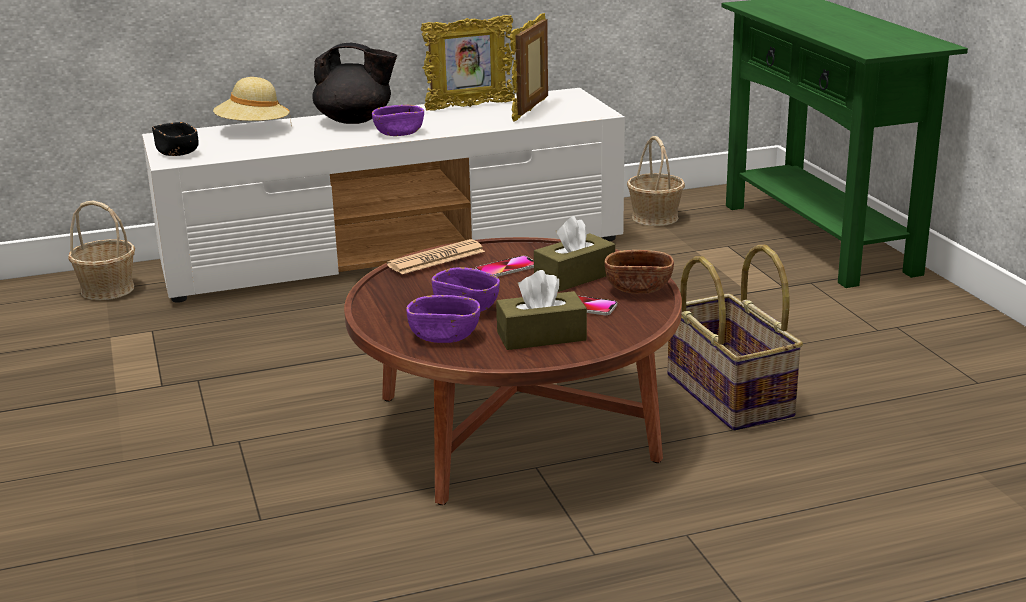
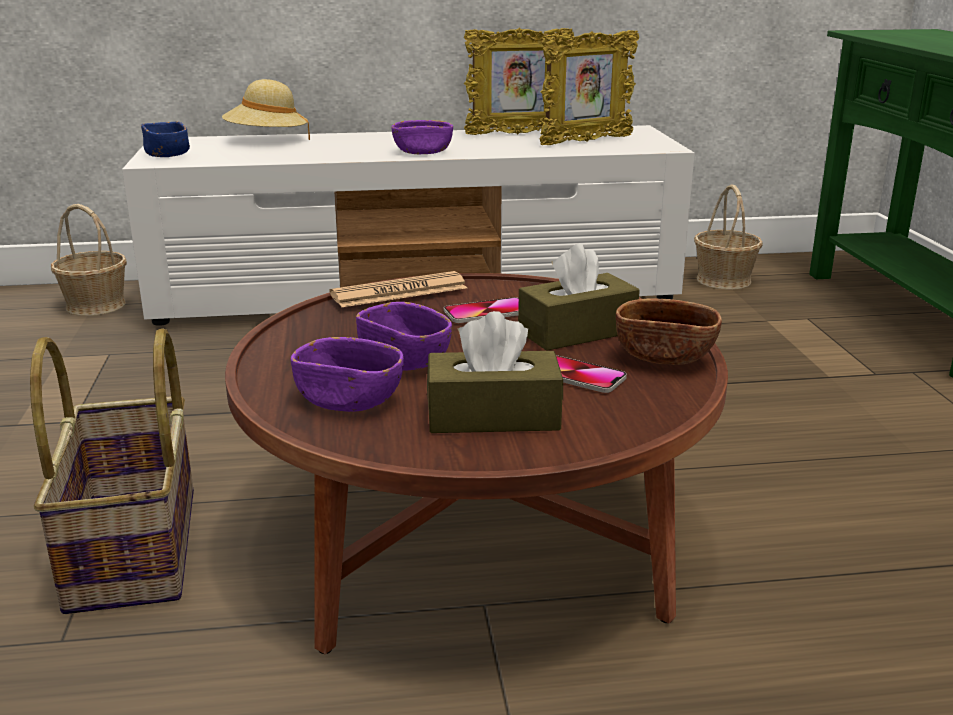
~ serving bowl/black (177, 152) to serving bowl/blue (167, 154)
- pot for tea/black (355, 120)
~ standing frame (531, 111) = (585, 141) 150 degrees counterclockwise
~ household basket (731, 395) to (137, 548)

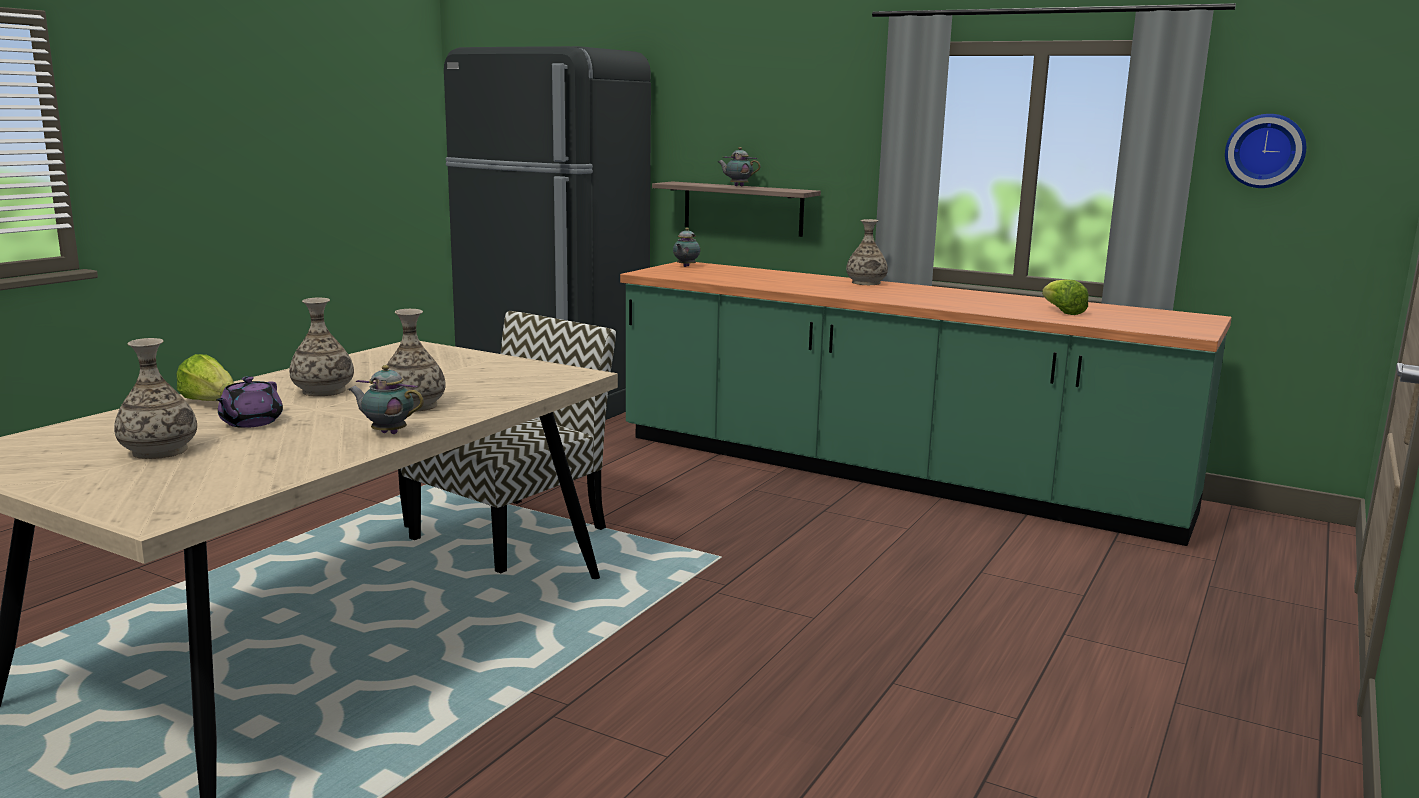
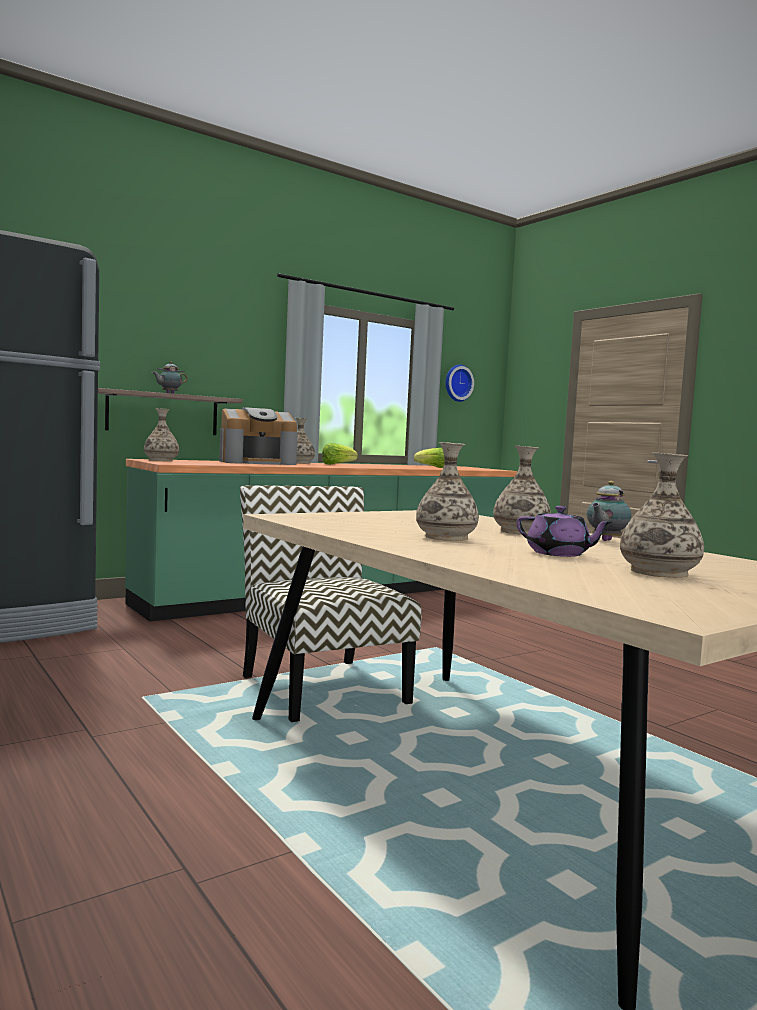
~ lettuce (210, 402) to (337, 464)
~ pot for tea (685, 266) to decorative vase (161, 460)
+ coffee brewer (257, 462)

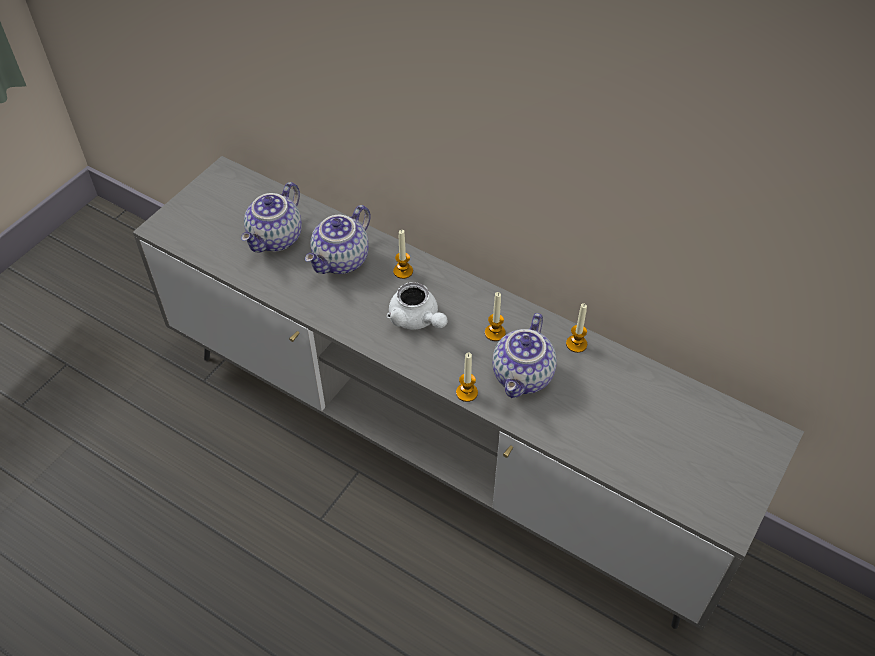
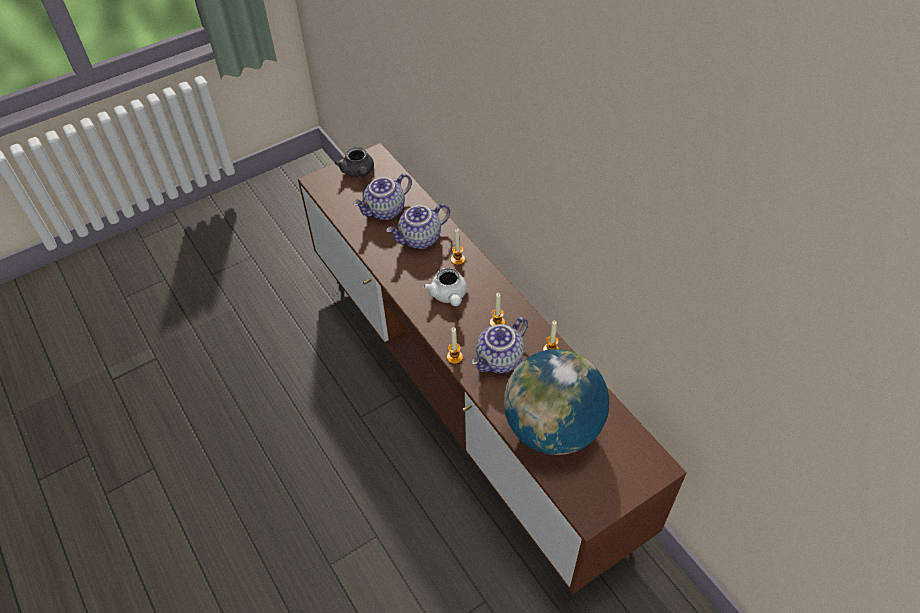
~ tv stand/gray (439, 446) to tv stand/brownish (464, 397)
+ pot for tea/gray (358, 172)
+ world globe (552, 428)

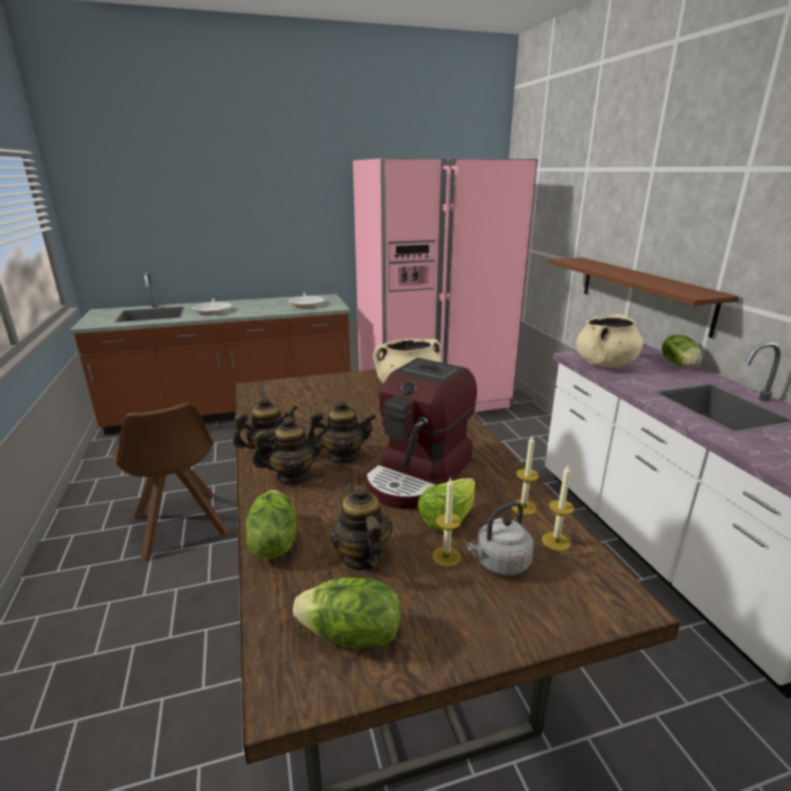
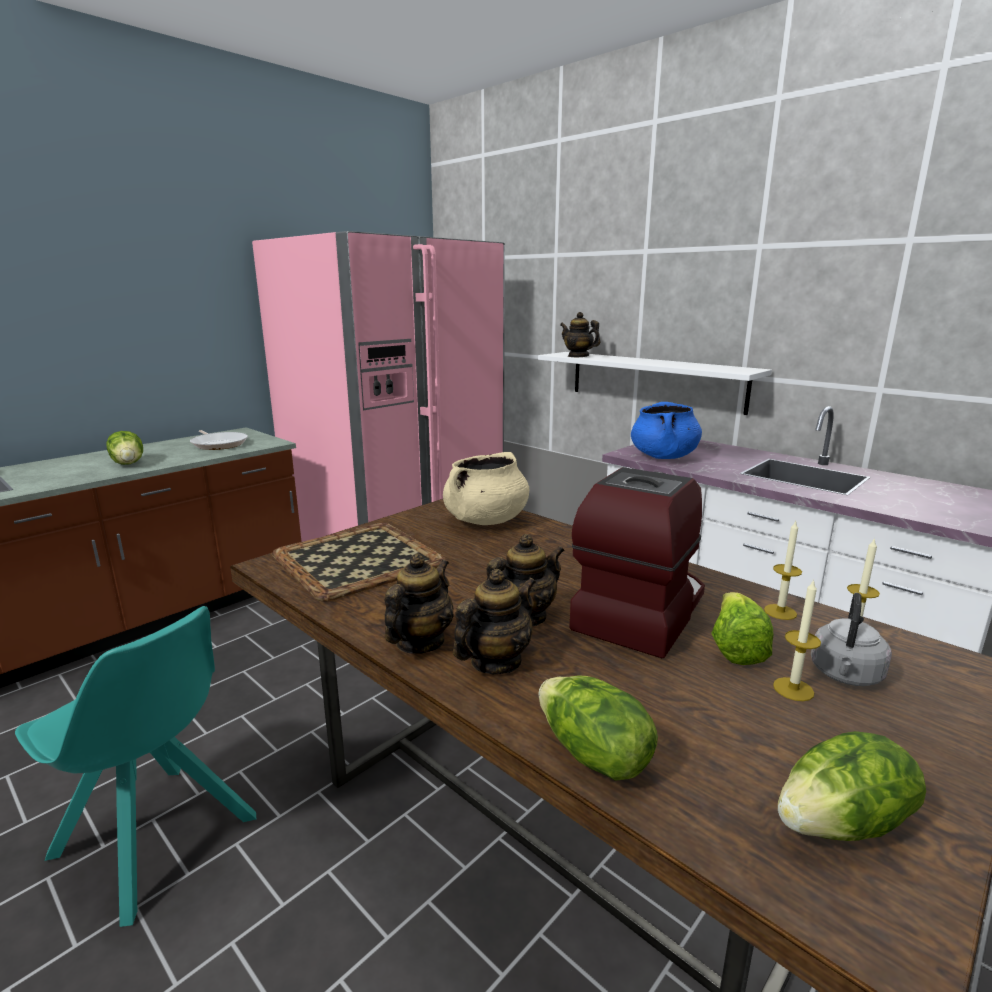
~ plain chair/brownish (181, 527) to plain chair/turquoise-coloured (158, 839)
- frying pan (213, 310)
~ pot for tea (362, 557) to (578, 356)
~ coffee brewer (419, 475) = (638, 611) 150 degrees counterclockwise
~ wall shelf/brownish (642, 293) to wall shelf/white (654, 381)
~ cooking pot/beige (605, 364) to cooking pot/blue (663, 456)
~ lettuce (679, 364) to (129, 463)
+ tray (359, 560)

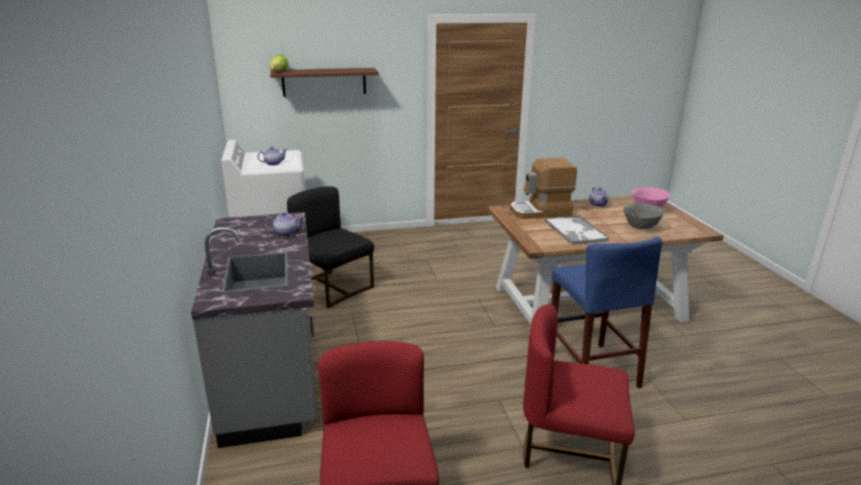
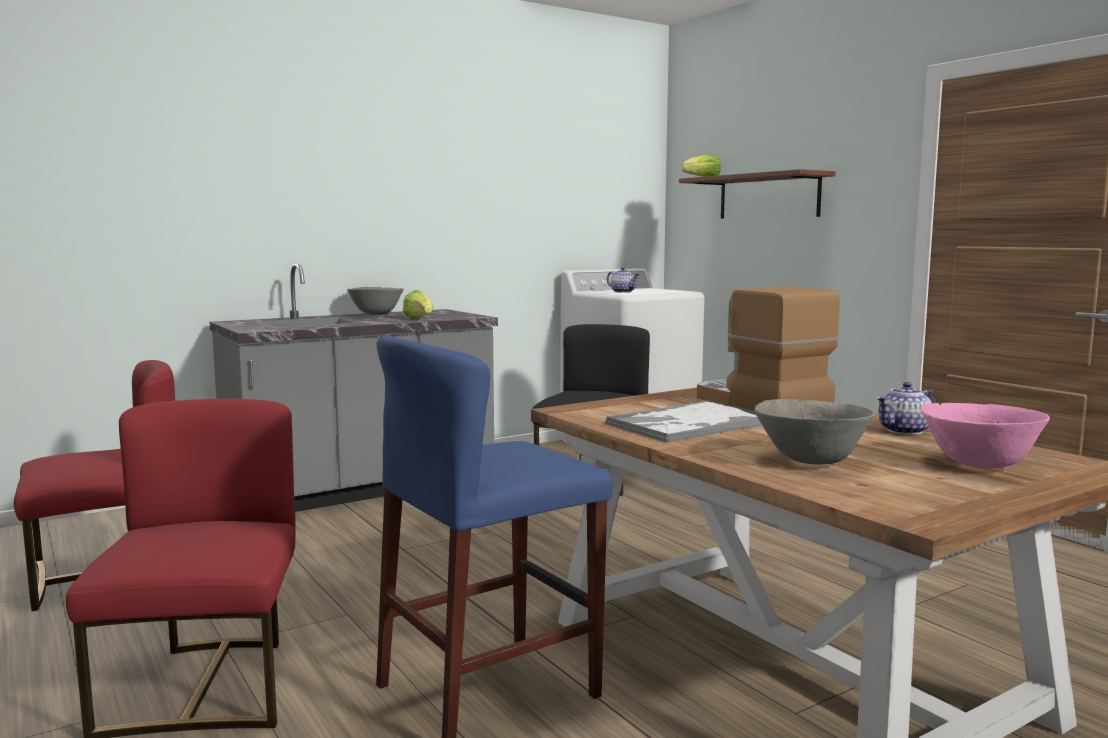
~ pot for tea (285, 233) to lettuce (419, 319)
+ serving bowl/gray (376, 314)

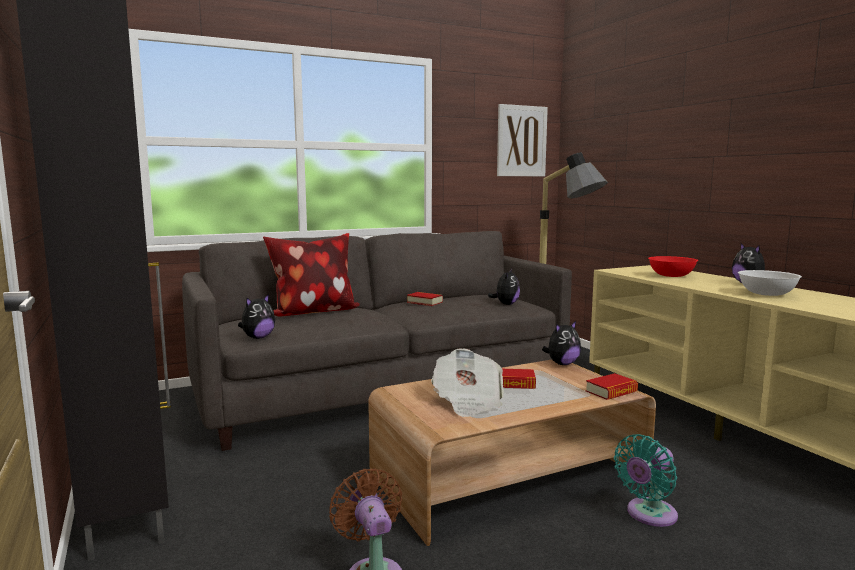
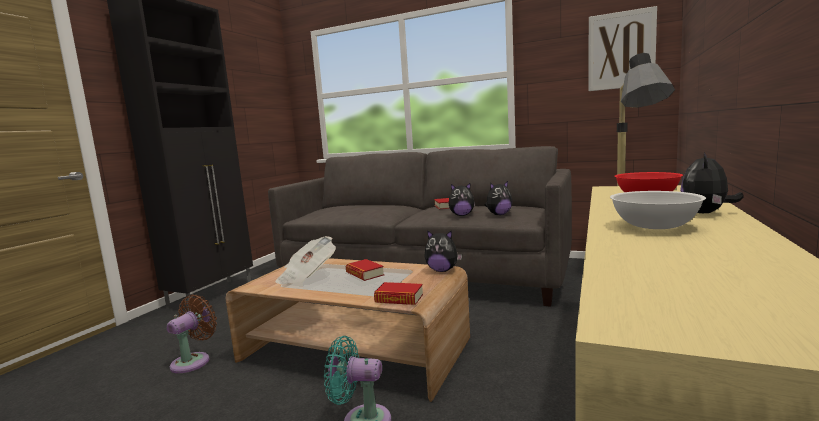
~ cuddly toy (258, 337) to (461, 215)
- throw pillow (313, 312)

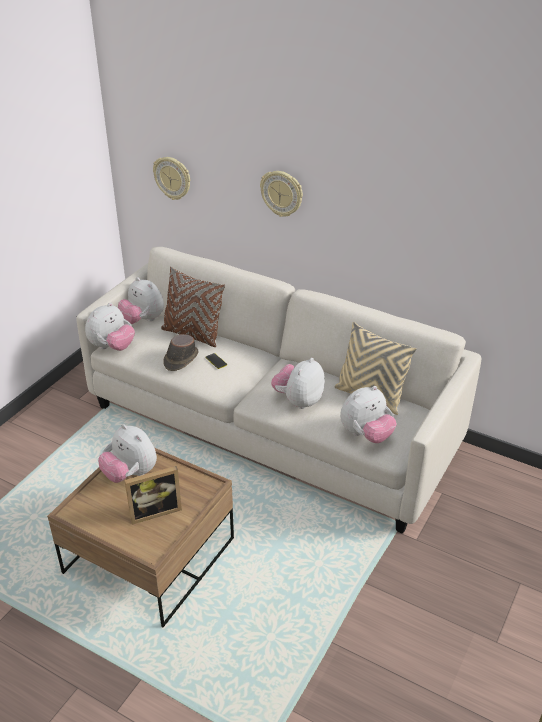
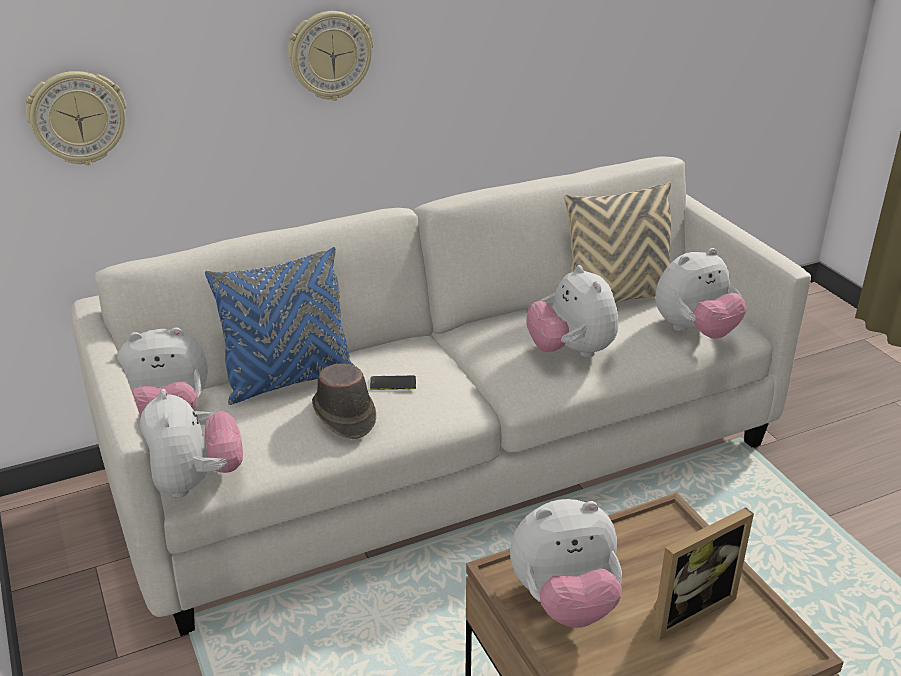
~ standing frame (154, 511) = (686, 608) 45 degrees clockwise
~ throw pillow/brownish (192, 334) to throw pillow/blue (289, 379)
~ cuddly toy (366, 435) = (695, 331) 60 degrees clockwise

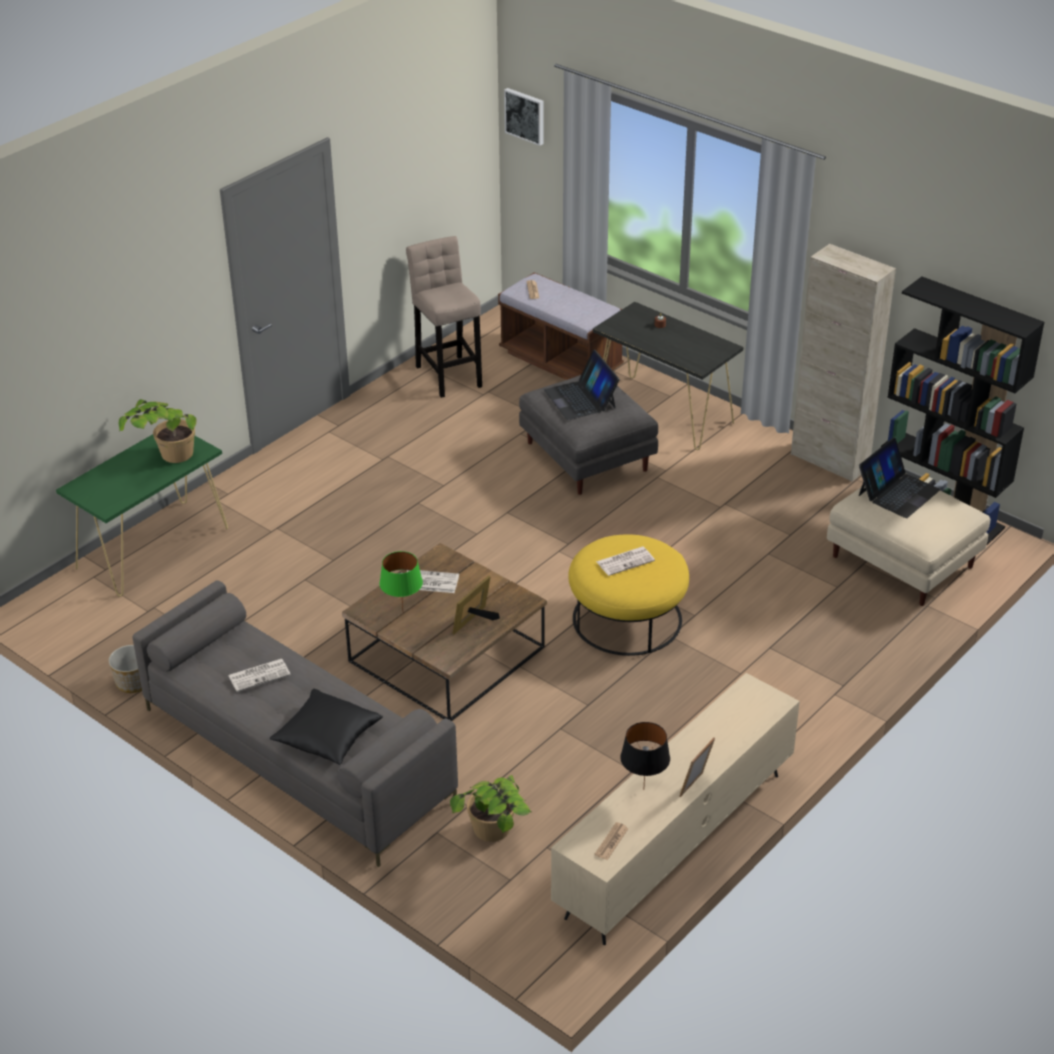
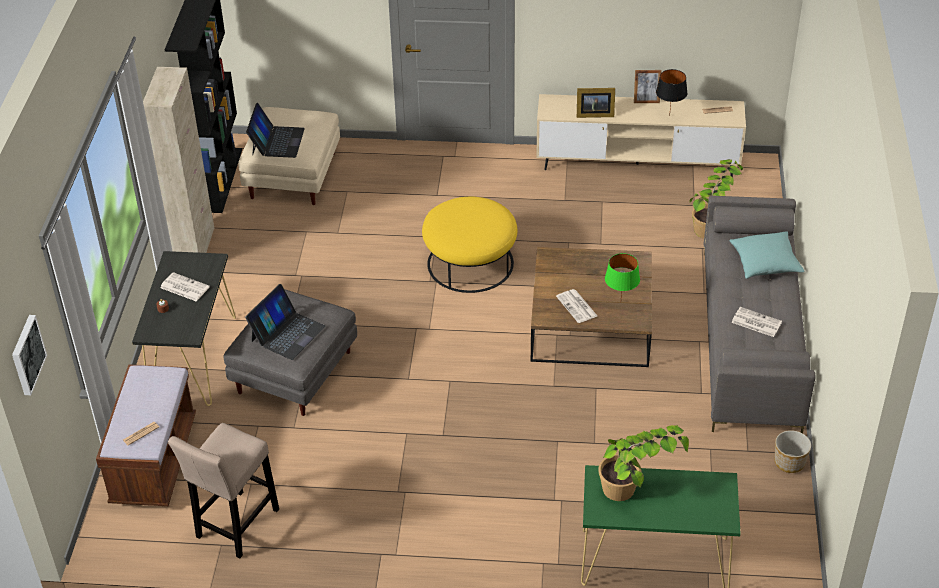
~ throw pillow/black (327, 737) to throw pillow/turquoise-coloured (765, 263)
~ standing frame (475, 621) to (593, 114)
~ newspaper (625, 561) to (184, 287)
~ laptop (897, 492) = (277, 141) 90 degrees clockwise

